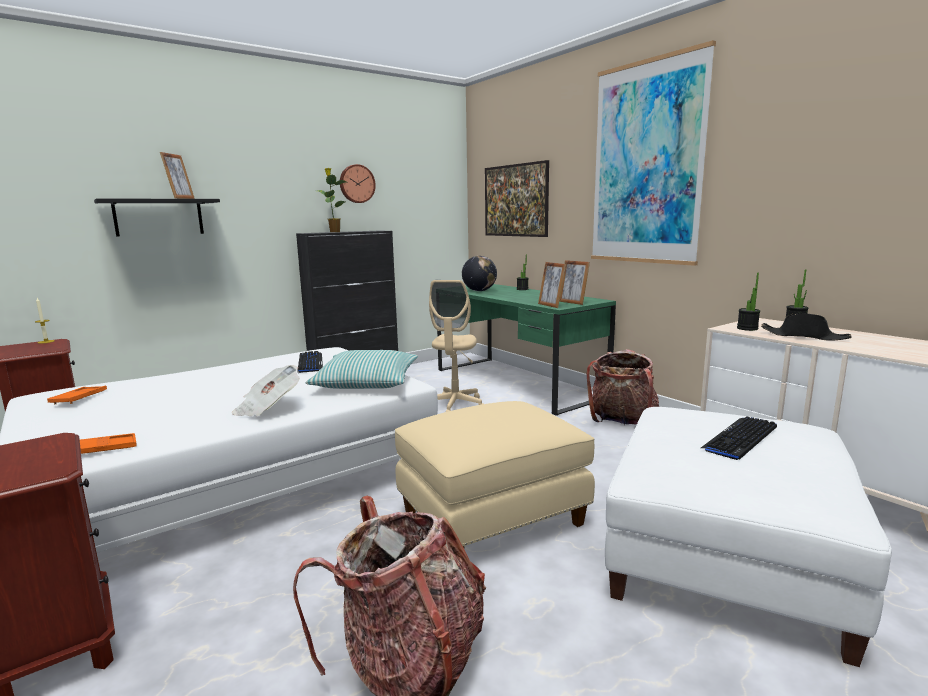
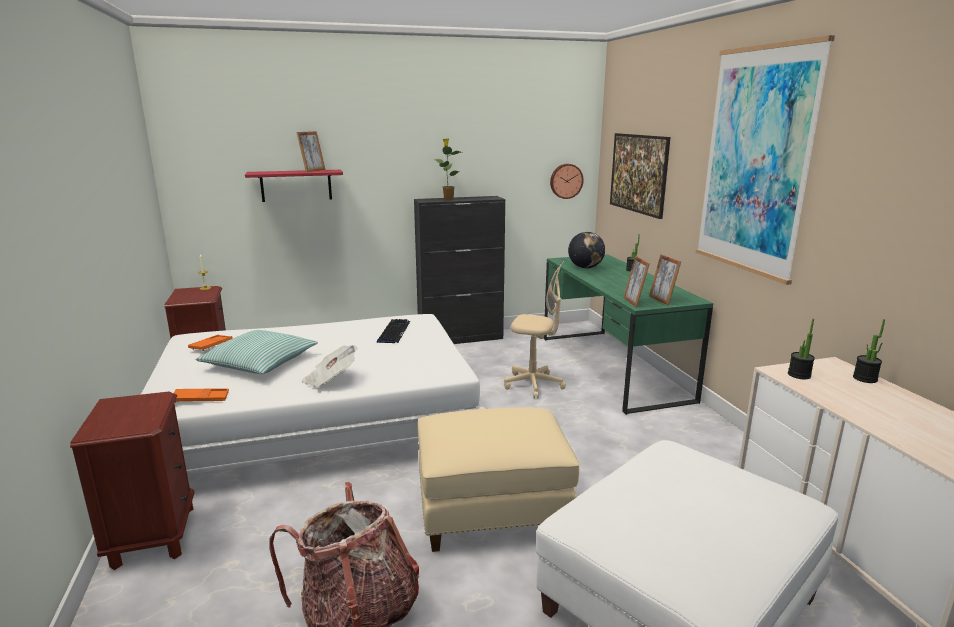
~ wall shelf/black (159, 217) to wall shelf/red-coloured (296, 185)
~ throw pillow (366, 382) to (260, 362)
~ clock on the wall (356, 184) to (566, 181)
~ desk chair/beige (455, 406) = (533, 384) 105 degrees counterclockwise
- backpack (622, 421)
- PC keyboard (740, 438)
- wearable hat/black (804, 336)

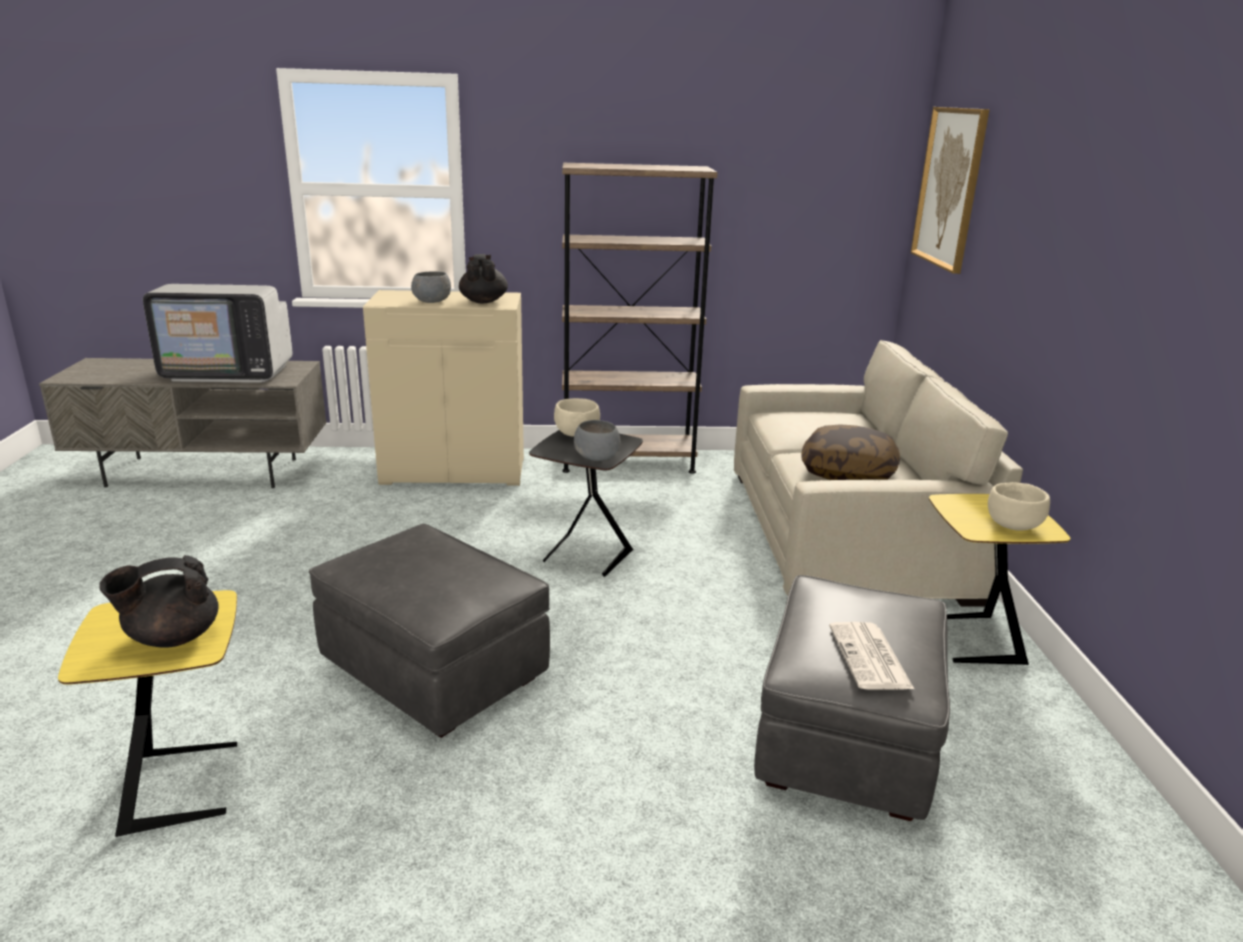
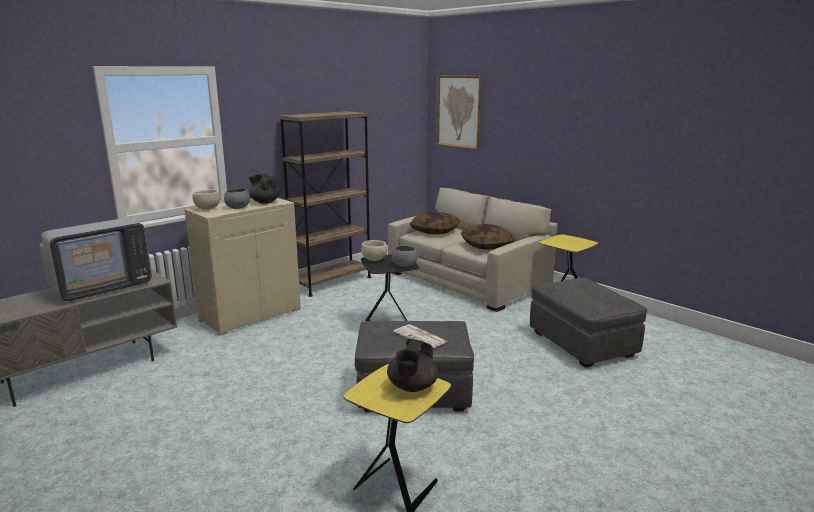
~ newspaper (870, 658) to (421, 337)
~ serving bowl/beige (1013, 526) to (208, 208)
+ throw pillow (435, 231)

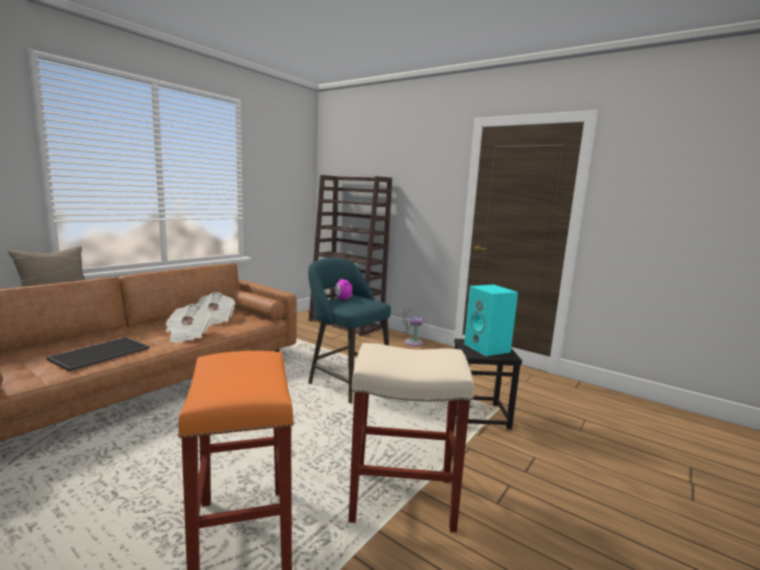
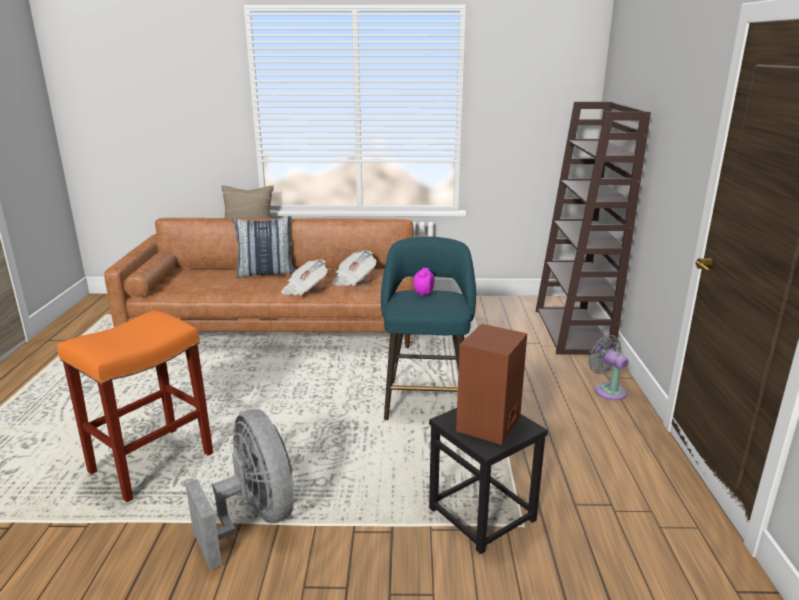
- tray (100, 353)
~ stool/beige (400, 499) to electric fan/gray (254, 518)
~ audio speaker/turquoise-coloured (488, 348) to audio speaker/brownish (489, 425)
+ throw pillow (266, 273)

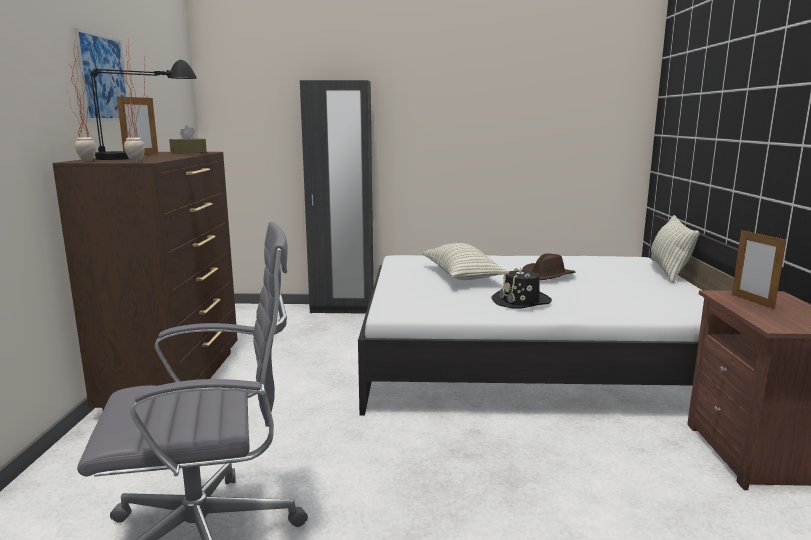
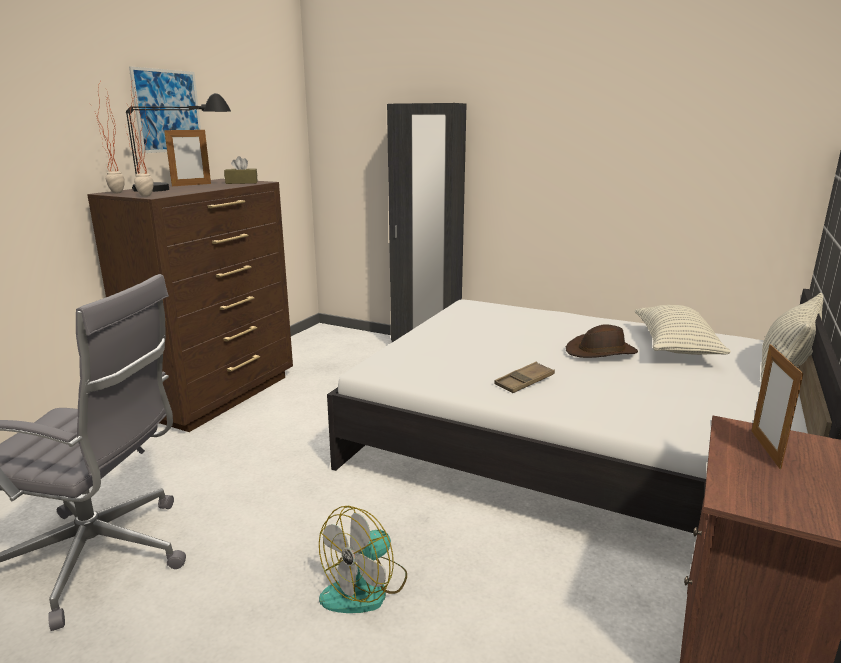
~ throw pillow (461, 276) to (675, 346)
~ wearable hat/black (521, 301) to tray/brownish (524, 382)
+ electric fan (366, 588)

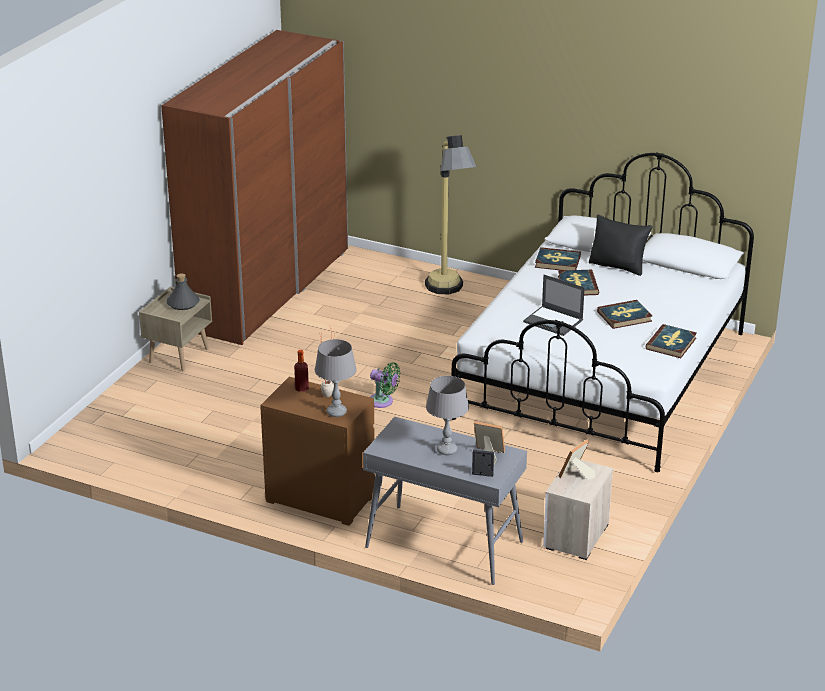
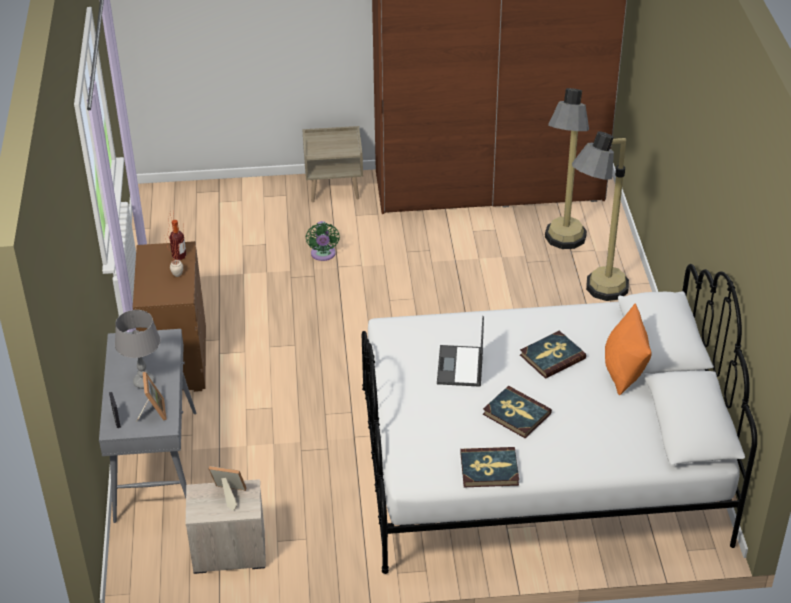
- beverage bottle/gray (183, 303)
- table lamp/gray (336, 412)
~ electric fan/greenish (383, 402) to (323, 255)
- volume (557, 262)
~ throw pillow/black (618, 266) to throw pillow/orangey (624, 371)
+ standard lamp (562, 248)

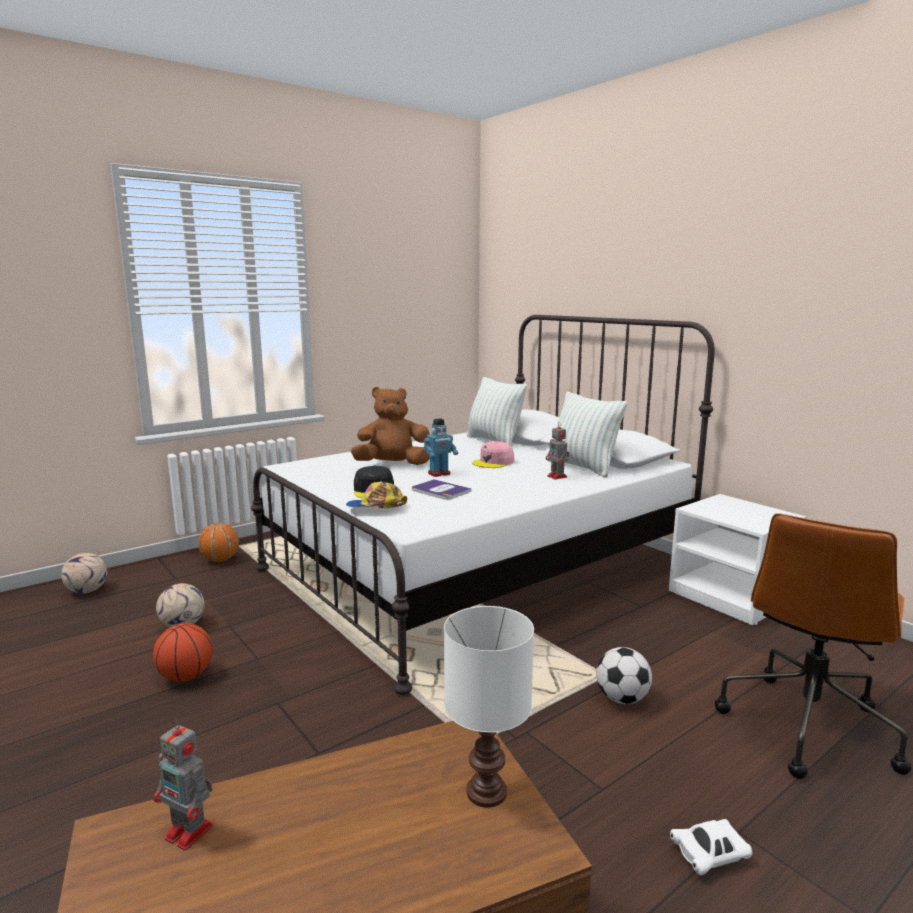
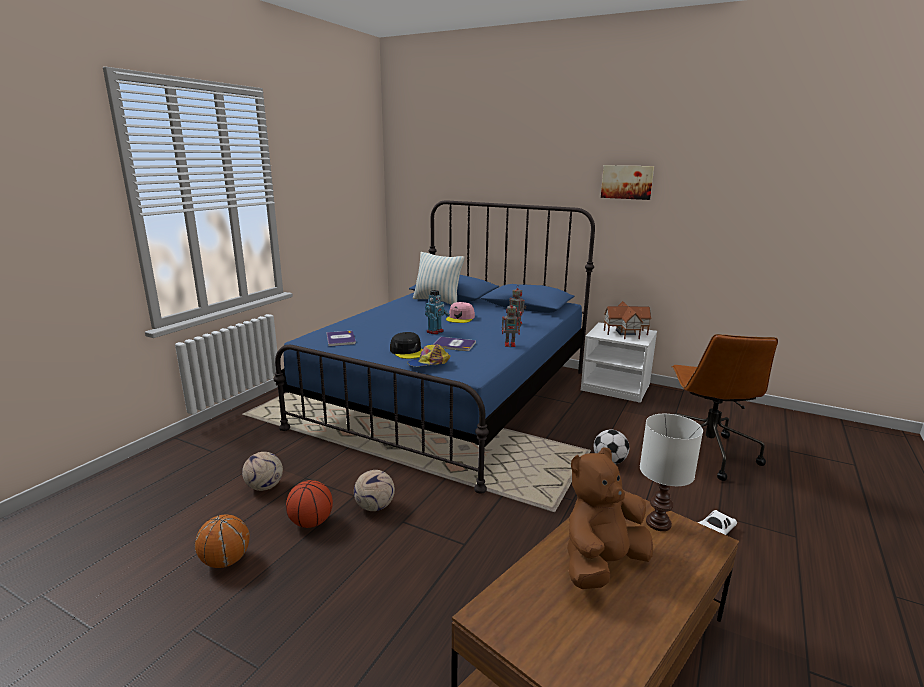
~ football ball (87, 591) to (374, 507)
~ model robot (191, 832) to (510, 344)
~ basketball ball (220, 560) to (225, 561)
~ sleeping bed/white (478, 568) to sleeping bed/blue (450, 397)
~ cuddly toy/brownish (392, 465) to (601, 564)
- throw pillow (583, 467)
+ volume (341, 339)
+ wall picture (627, 182)
+ toy house (626, 332)

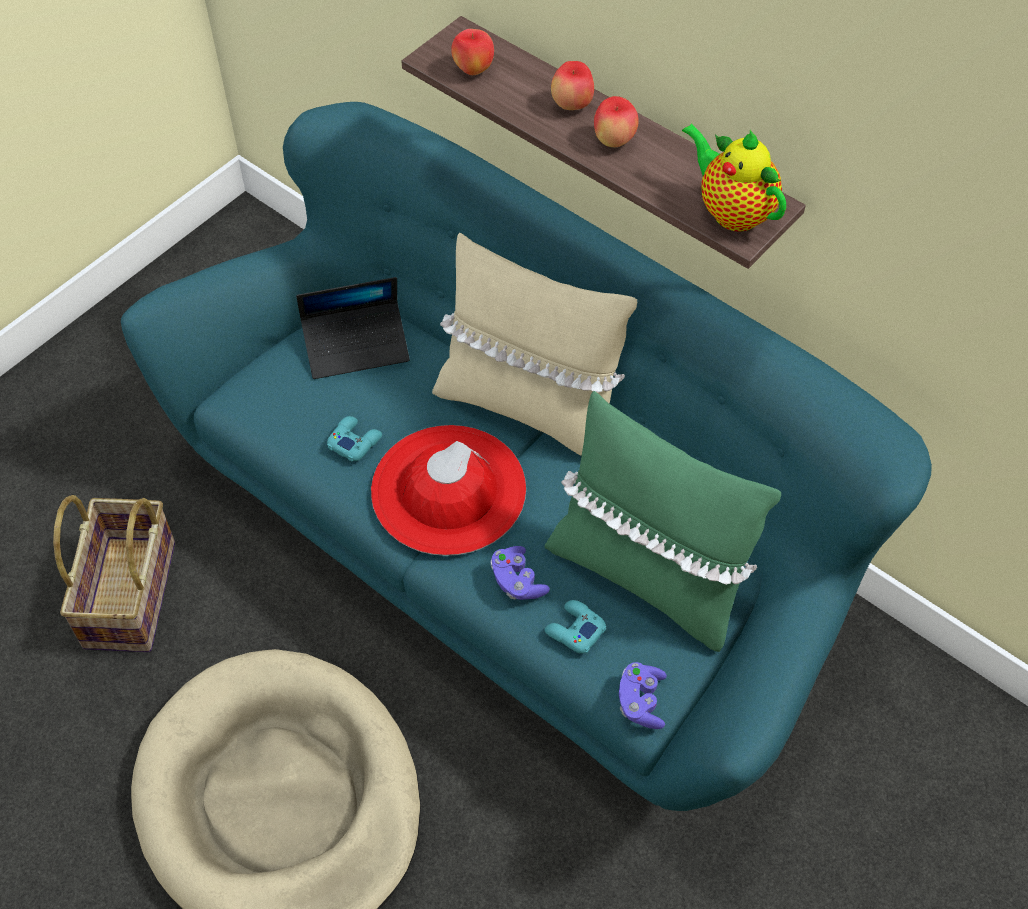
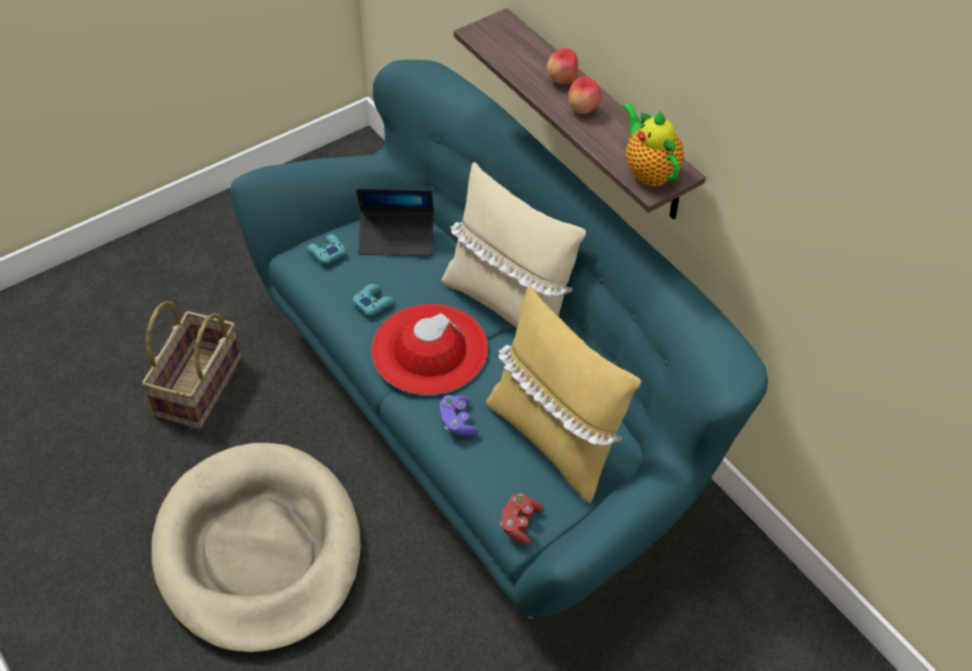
- whole apple (473, 70)
~ throw pillow/greenish (647, 575) to throw pillow/yellow-coloured (555, 439)
~ game controller/turquoise-coloured (574, 630) to (326, 252)
~ game controller/purple-coloured (641, 701) to game controller/red-coloured (520, 524)

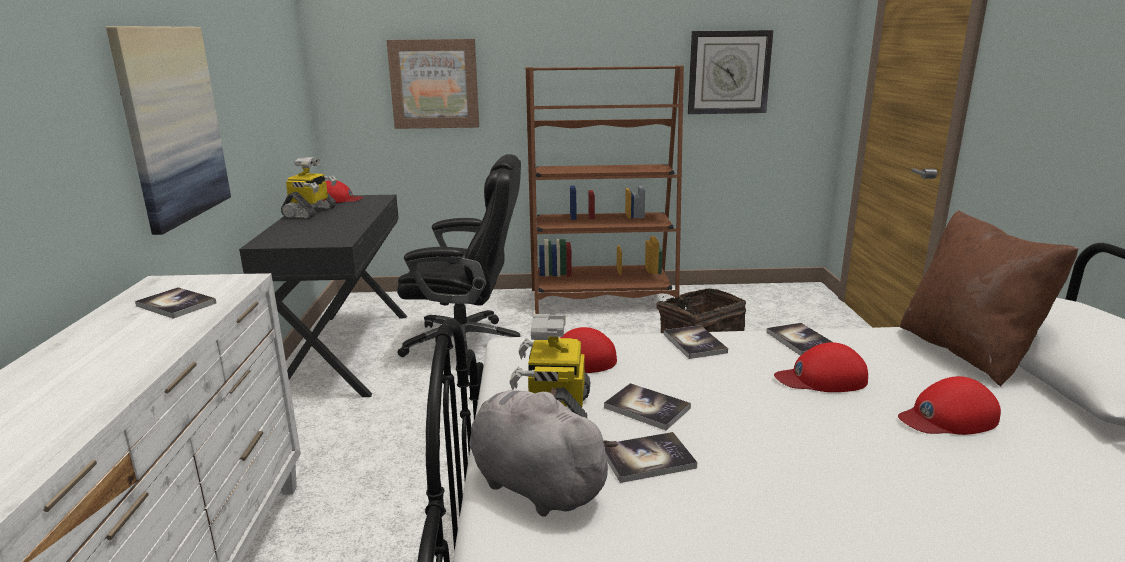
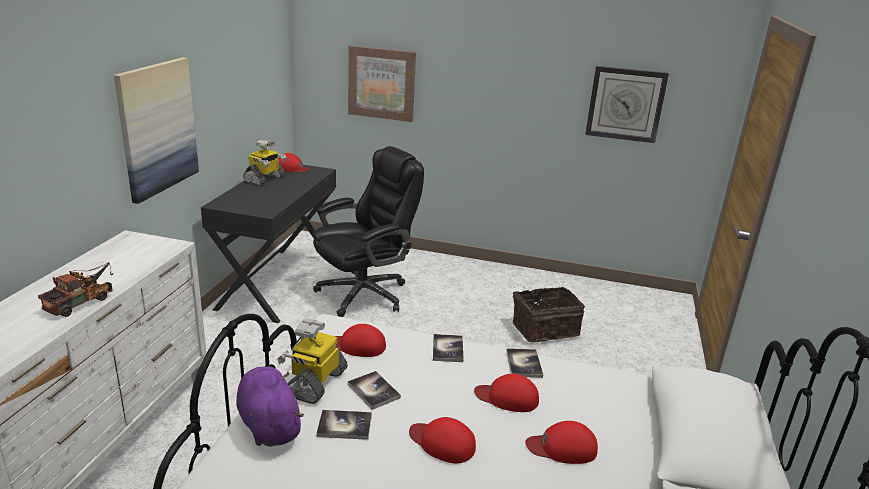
- volume (176, 304)
~ desk chair/black (466, 344) = (365, 294) 60 degrees counterclockwise
~ cuddly toy/gray (533, 484) to cuddly toy/purple-coloured (268, 424)
- shelving unit/brownish (602, 300)
- throw pillow/brownish (967, 352)
+ model truck (83, 302)
+ baseball cap/red-coloured (442, 443)

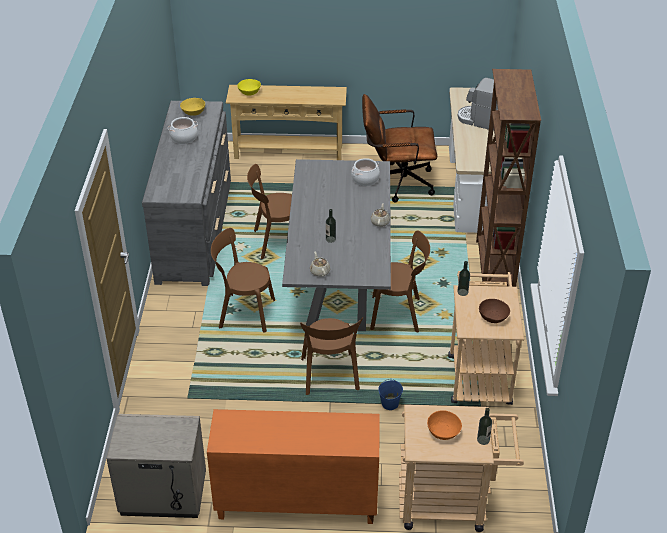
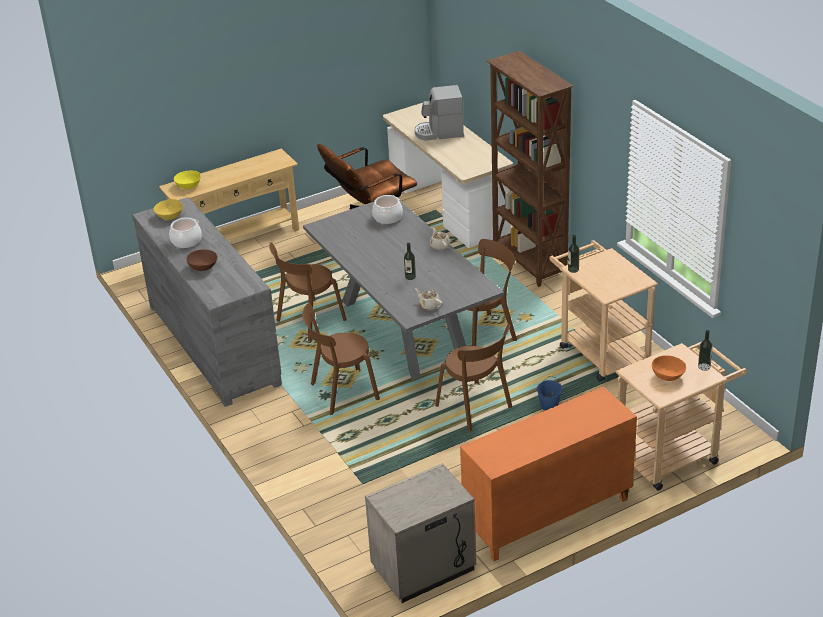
~ serving bowl/brownish (493, 317) to (203, 267)

